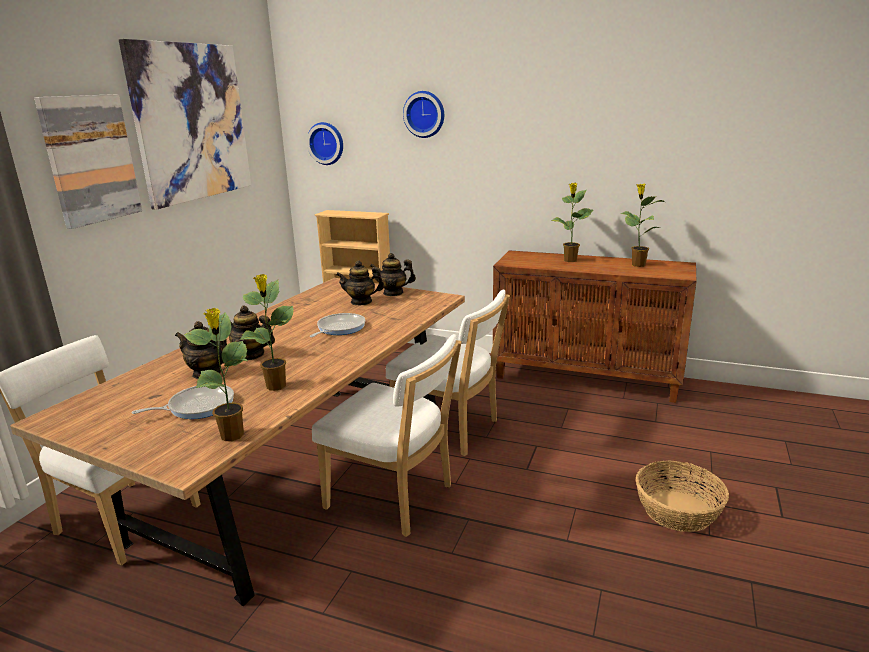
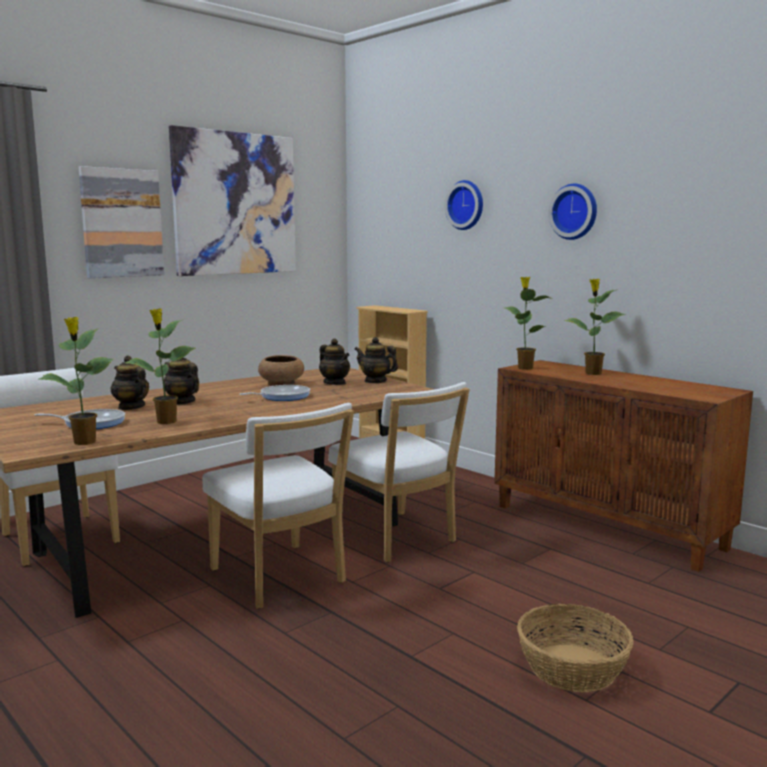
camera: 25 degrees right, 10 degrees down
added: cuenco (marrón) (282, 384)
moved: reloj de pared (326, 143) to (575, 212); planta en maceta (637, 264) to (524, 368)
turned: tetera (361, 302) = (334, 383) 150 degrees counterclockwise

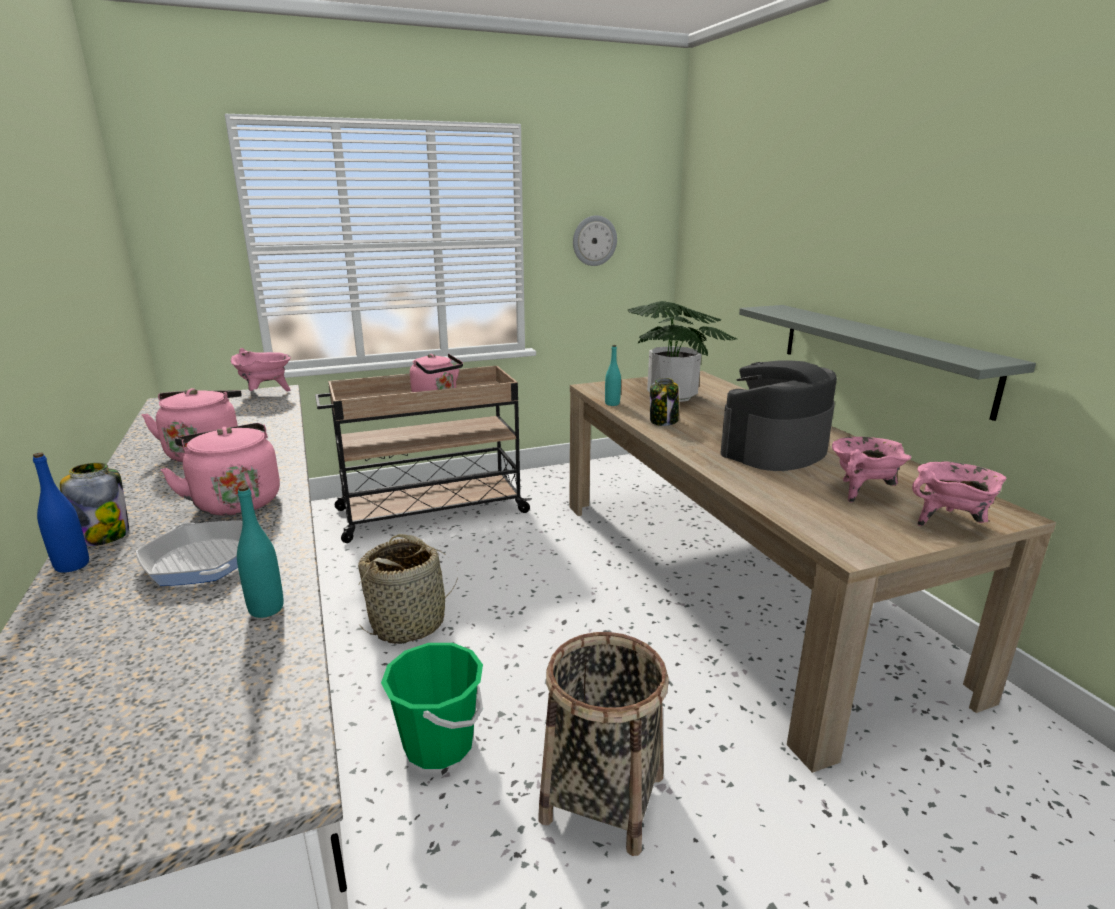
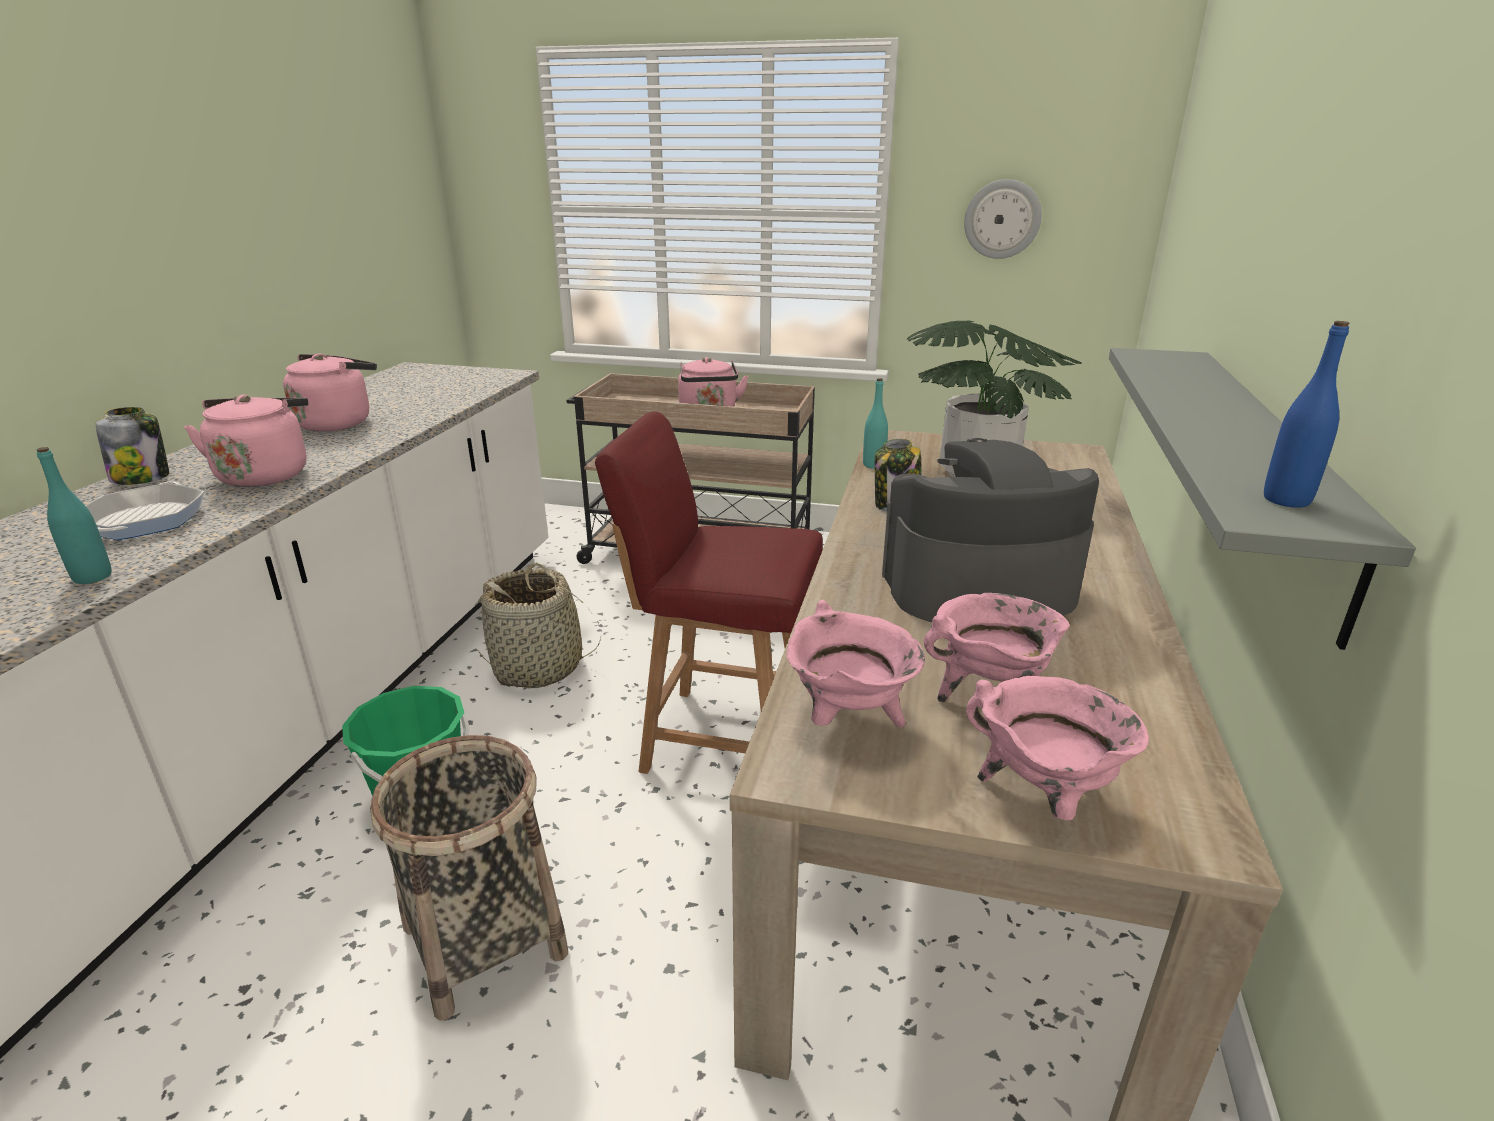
camera: 35 degrees right, 5 degrees up
added: silla (rojo) (721, 738)
moved: olla (rosa) (266, 394) to (849, 720); botella (azul) (72, 565) to (1286, 500)

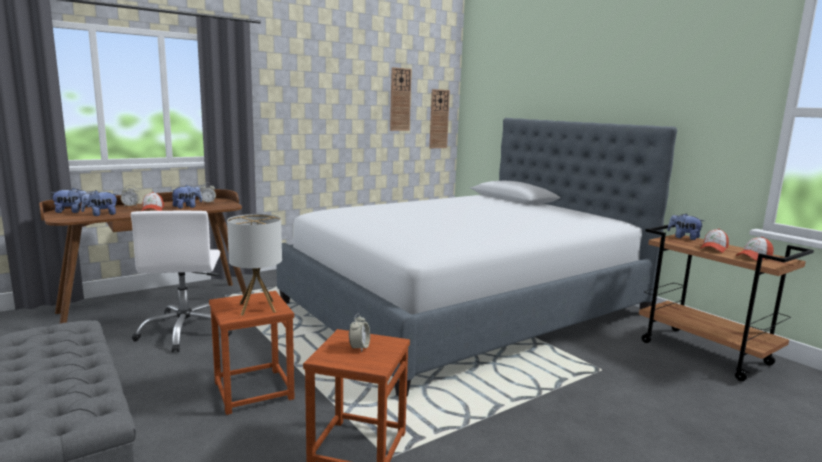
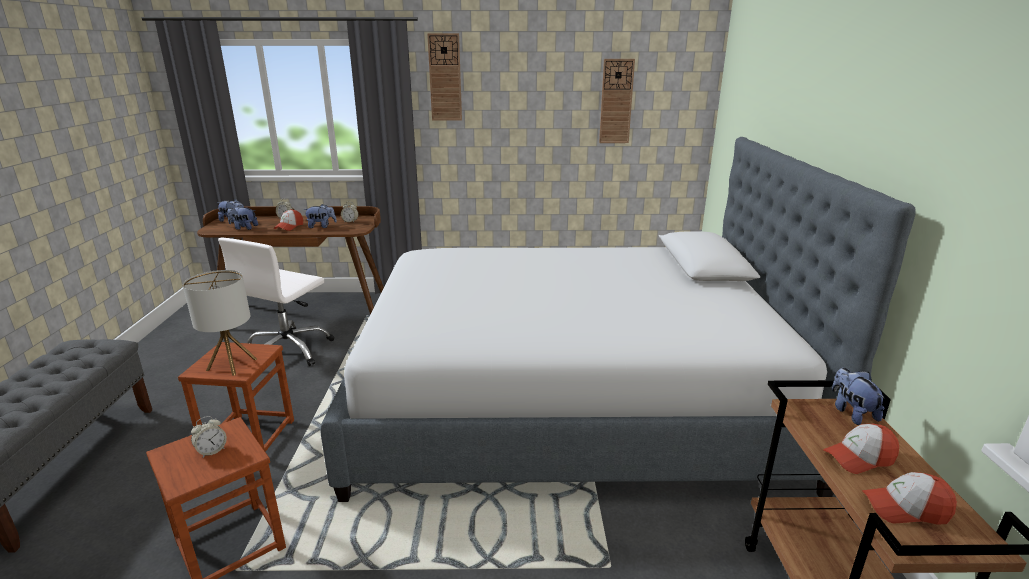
camera: 35 degrees right, 10 degrees up
moved: reloj de pared (439, 119) to (445, 78)

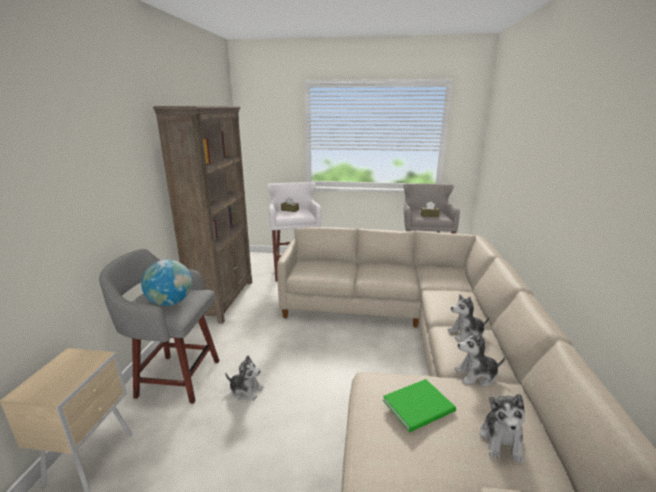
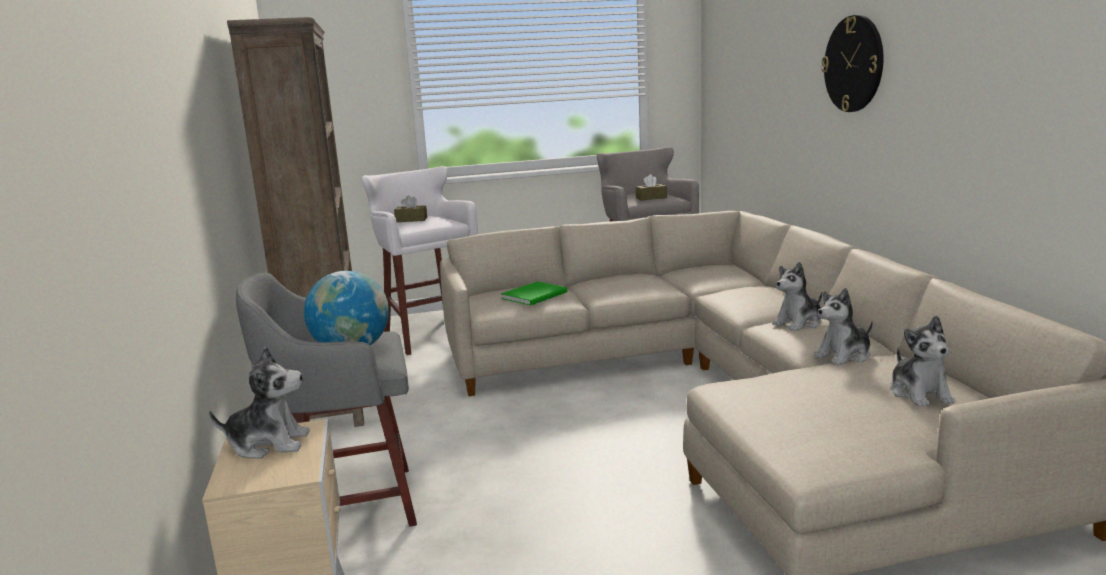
camera: 20 degrees left, 5 degrees down
added: reloj de pared (854, 64)
moved: peluche (246, 390) to (268, 444); libro (verde) (420, 406) to (536, 295)

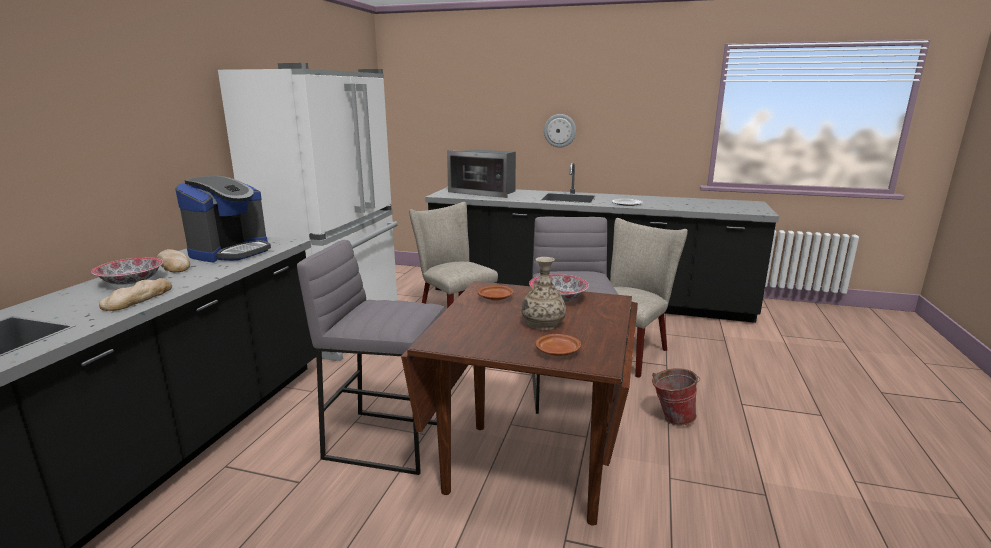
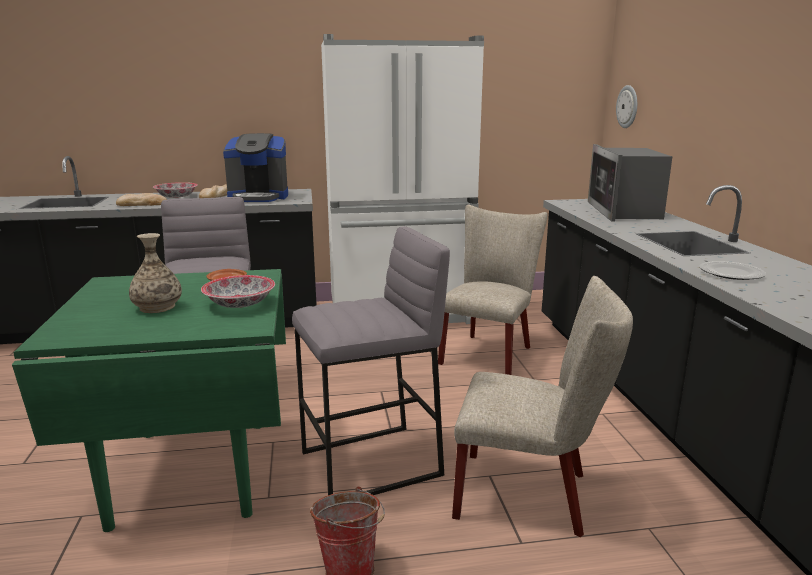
camera: 65 degrees right, 0 degrees up
removed: plato (marrón) (558, 352)
moved: reloj de pared (560, 130) to (627, 106)
recoloured: mesa de comedor (marrón) (528, 470) to mesa de comedor (verde) (191, 471)

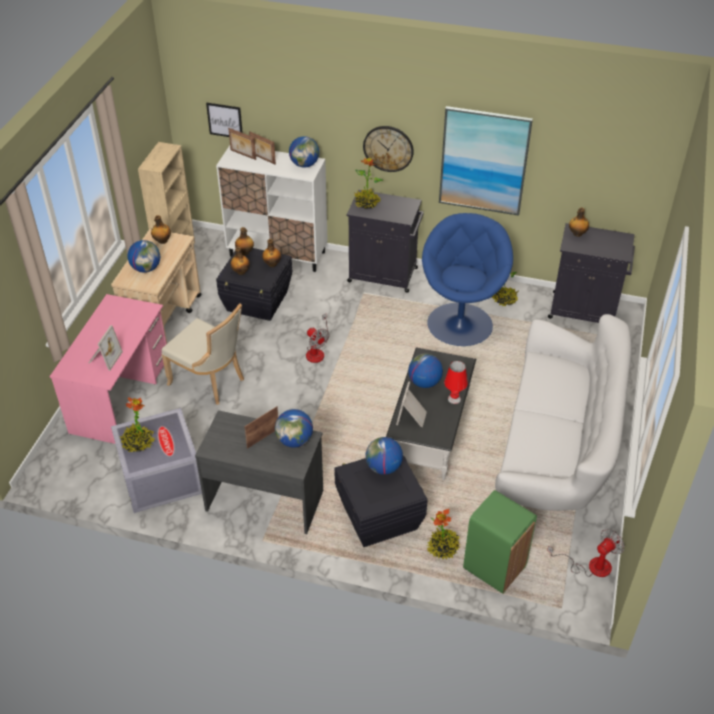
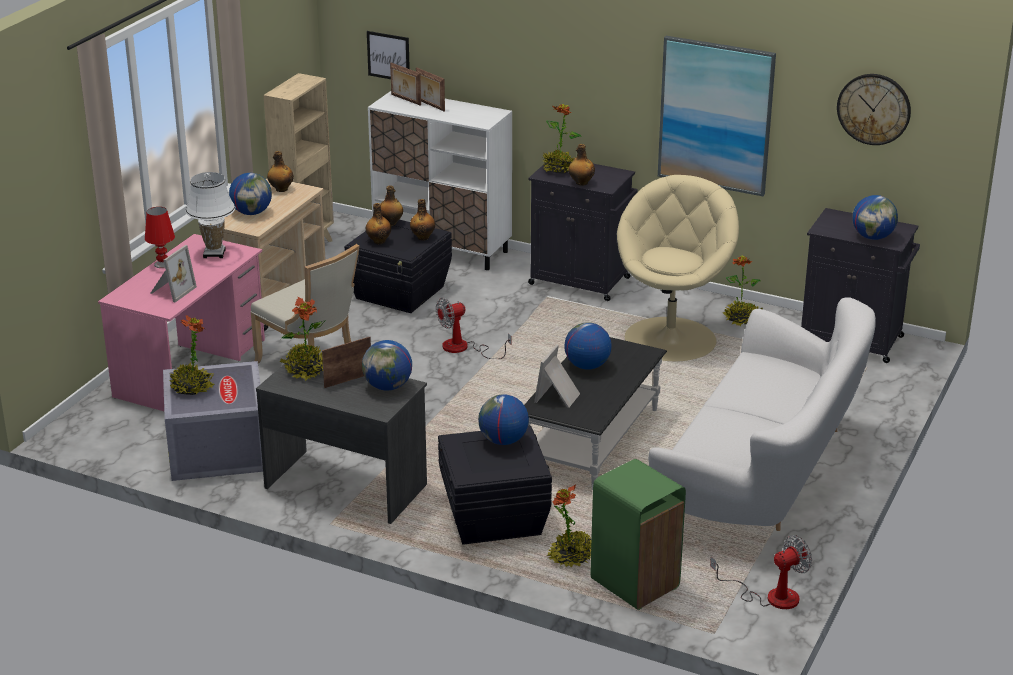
camera: 10 degrees right, 15 degrees down
added: lámpara de mesa (blanco) (214, 253); planta en maceta (305, 370)
moved: reloj de pared (388, 148) to (874, 109); globo terráqueo (304, 164) to (873, 237); botella (577, 234) to (581, 183); lámpara de mesa (rojo) (454, 399) to (163, 264)
recoloured: sillón (azul) (460, 323) to sillón (beis) (671, 338)
turned: ventilador (317, 351) = (464, 348) 90 degrees clockwise

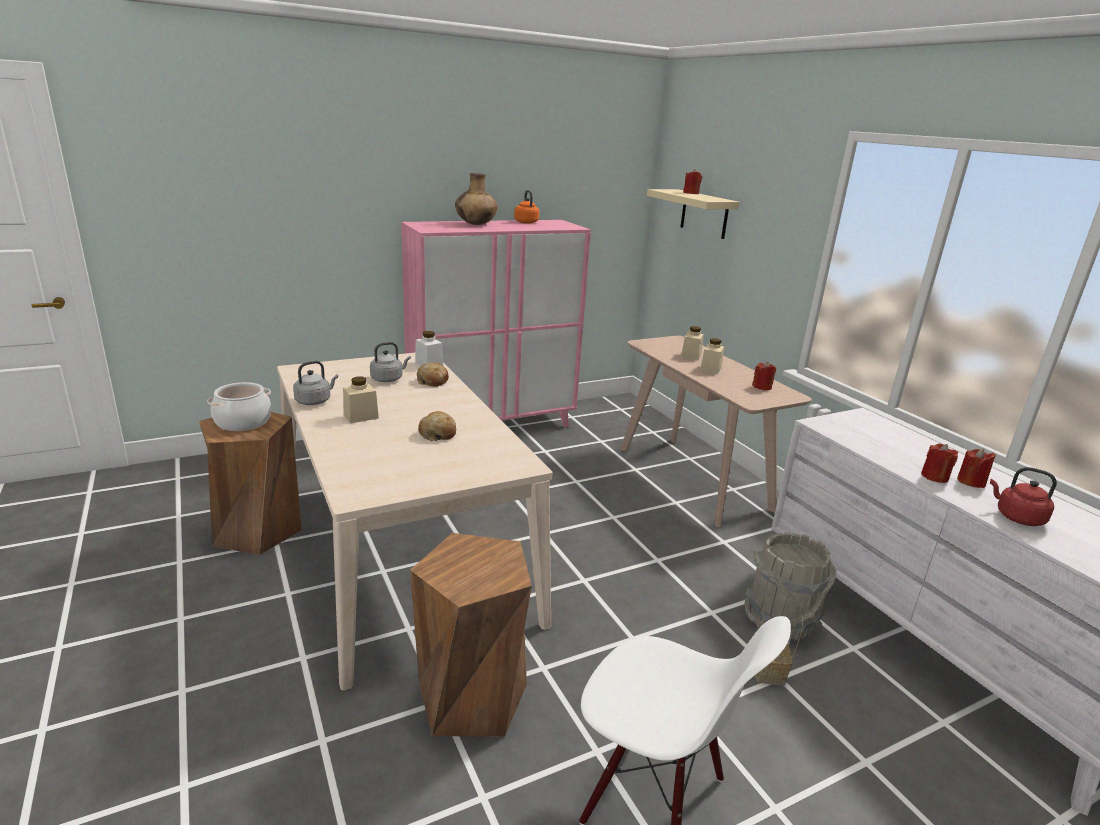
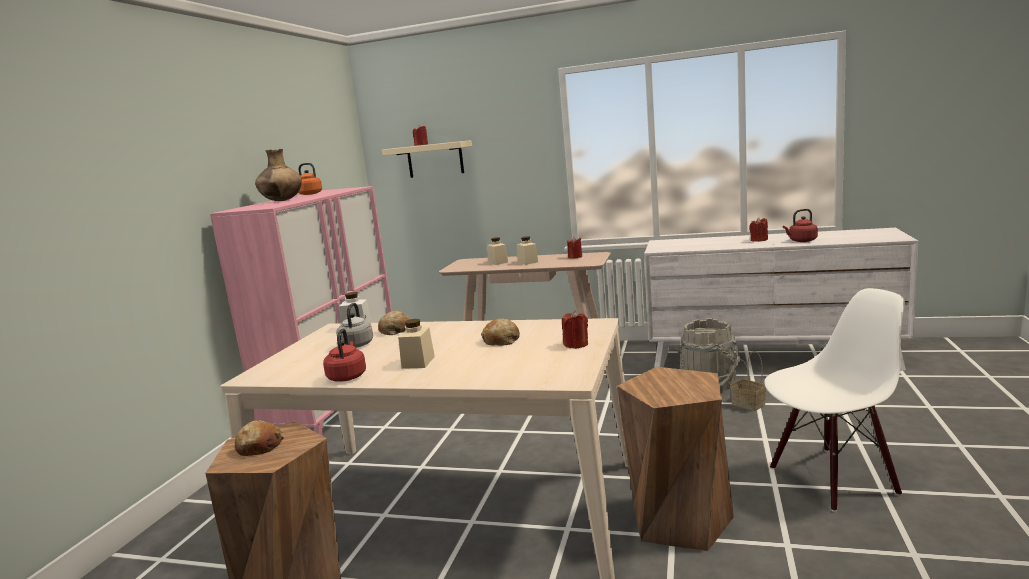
camera: 45 degrees left, 10 degrees down
moved: vela (rojo) (934, 477) to (576, 344)
replaced: olla (243, 422) to pan (260, 446)
recoloured: hervidor (gris) (315, 401) to hervidor (rojo) (347, 376)

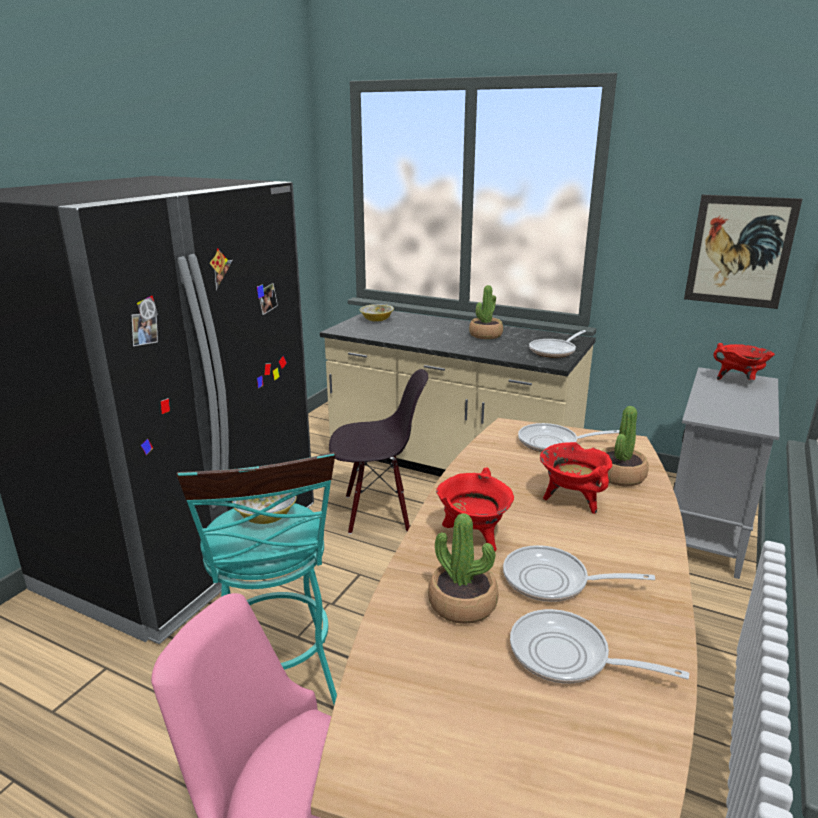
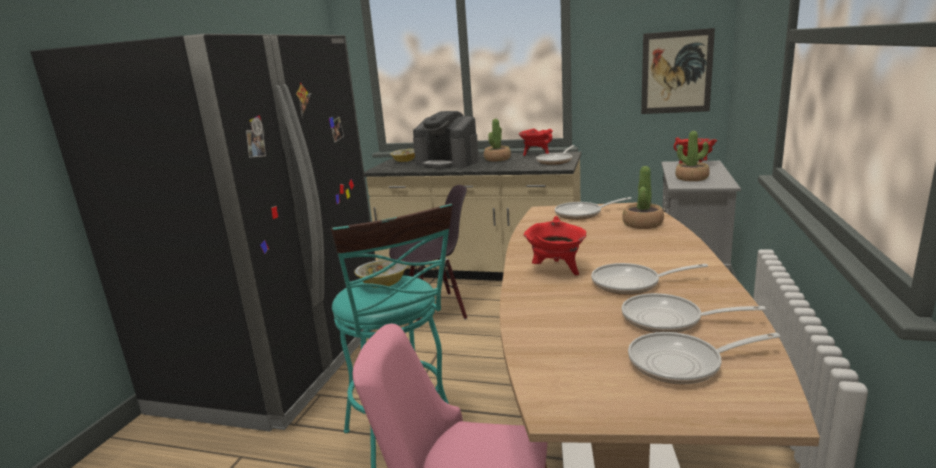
camera: 10 degrees left, 5 degrees down
added: cafetera (448, 163); sartén (682, 364)
moved: olla (rojo) (572, 500) to (536, 154); planta en maceta (462, 603) to (691, 178)

